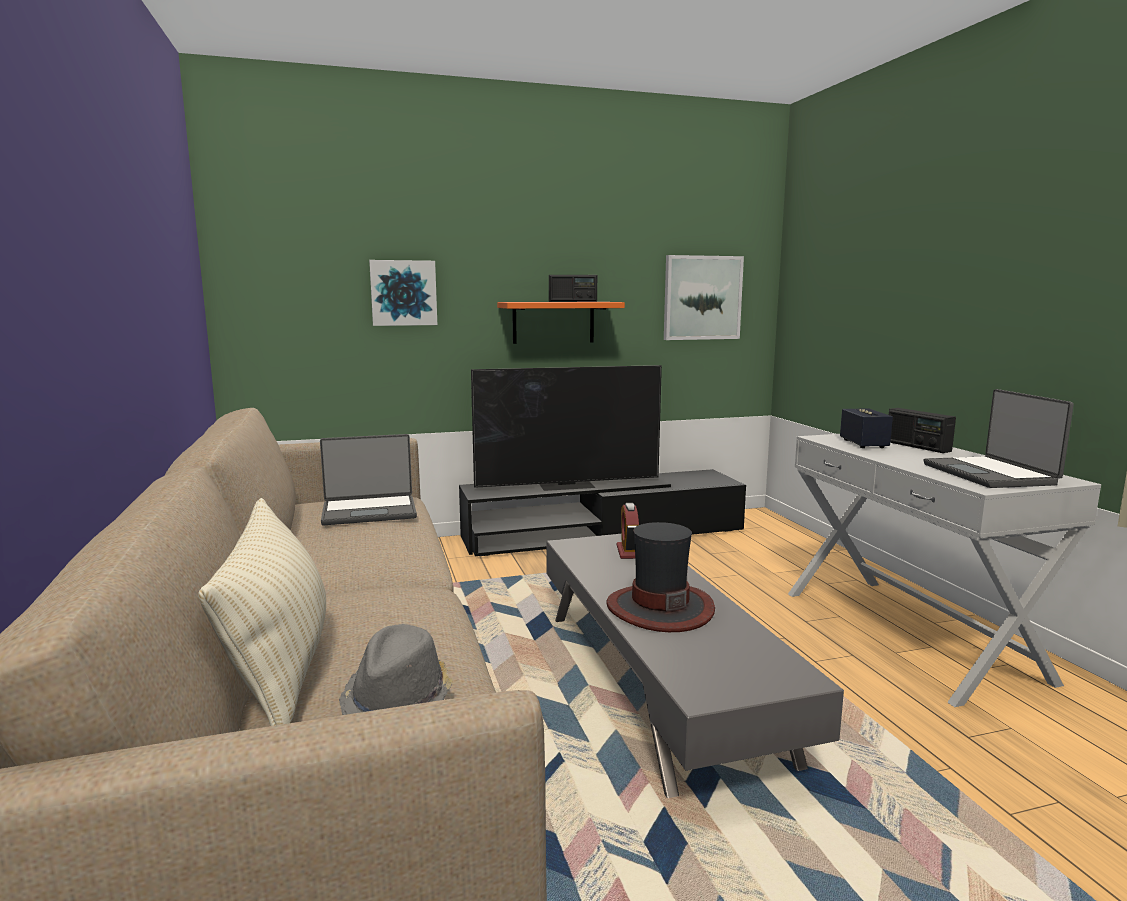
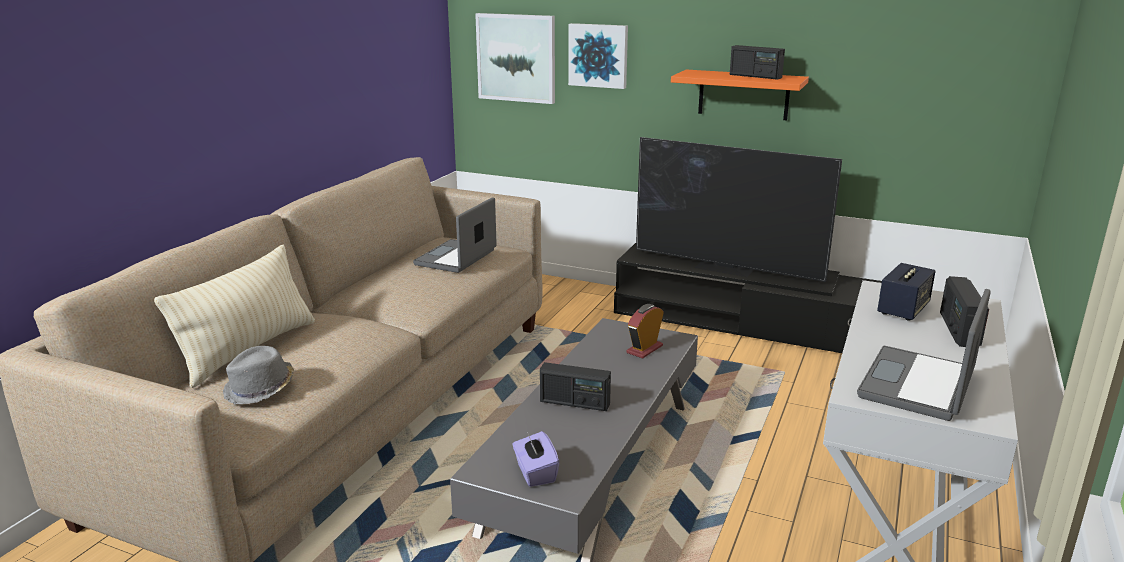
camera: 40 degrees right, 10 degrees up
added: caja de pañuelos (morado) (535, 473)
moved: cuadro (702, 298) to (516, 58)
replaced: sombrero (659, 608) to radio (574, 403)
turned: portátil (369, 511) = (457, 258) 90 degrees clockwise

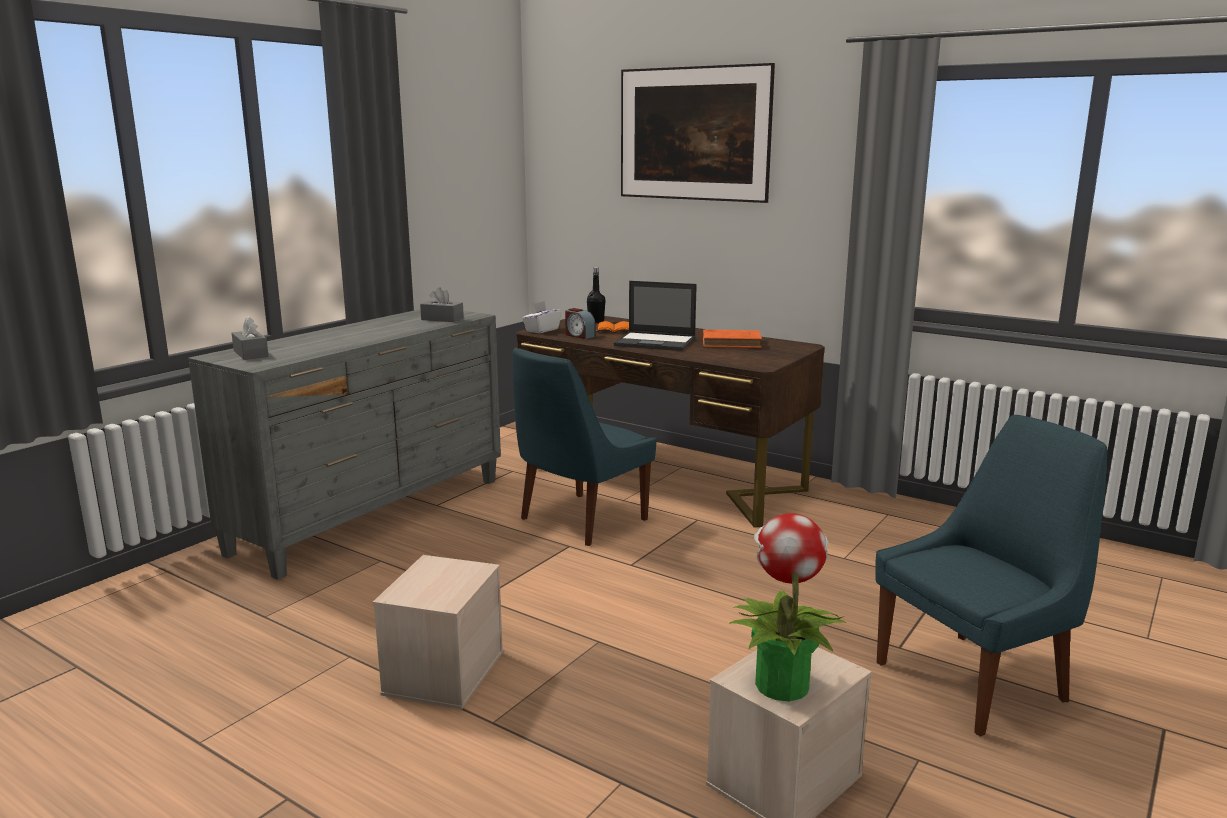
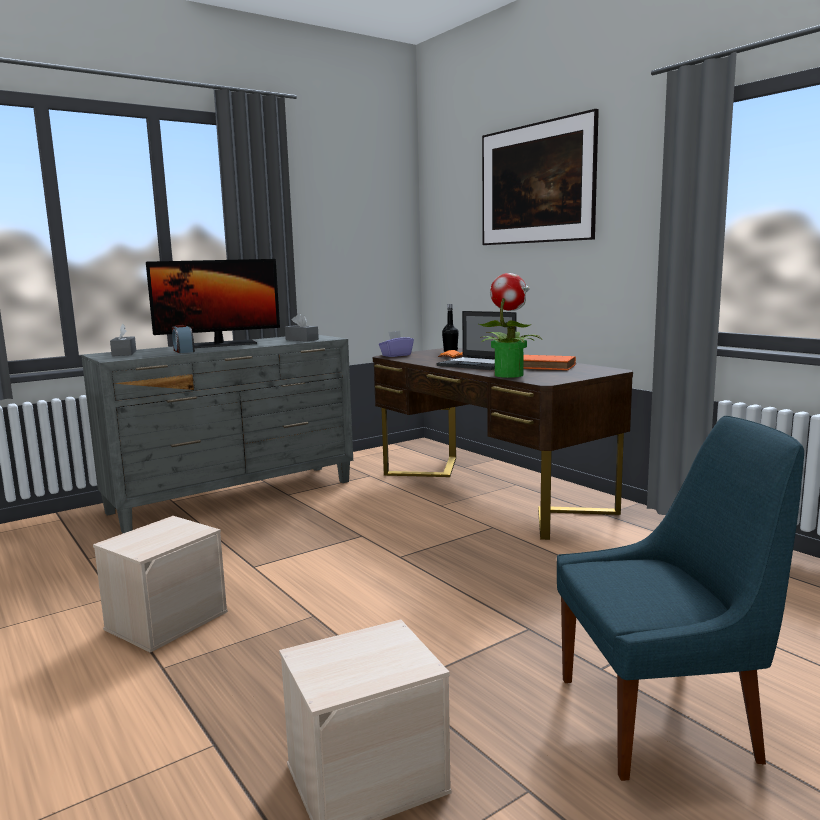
camera: 20 degrees right, 5 degrees down
removed: silla (azul) (580, 521)
added: monitor (219, 344)
moved: despertador (579, 335) to (183, 351); planta en maceta (781, 684) to (508, 375)
recoloured: caja de pañuelos (blanco) (542, 330) to caja de pañuelos (morado) (396, 355)

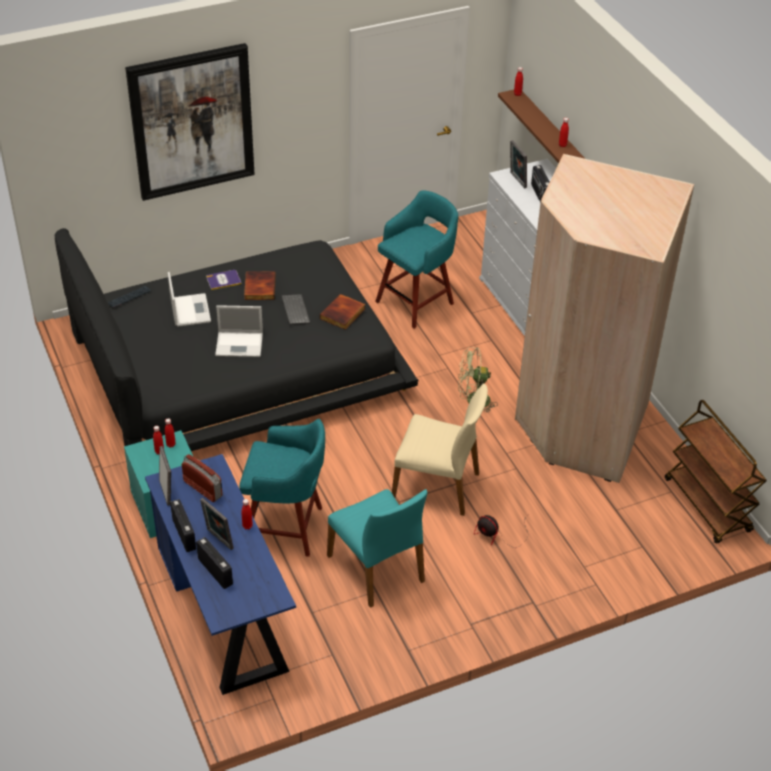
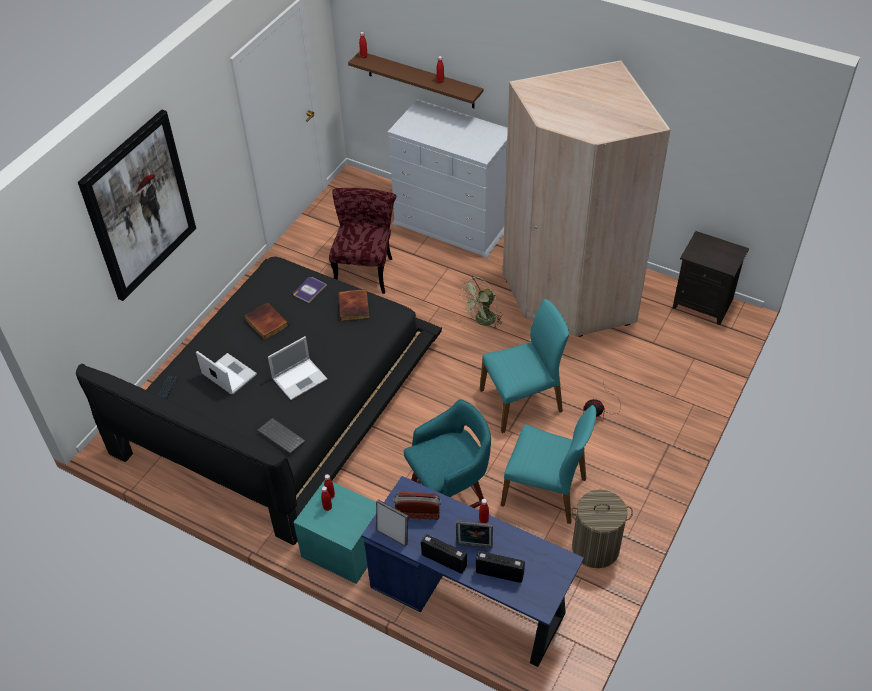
camera: 35 degrees left, 5 degrees up
removed: portarretratos (516, 180); radio (540, 195)
added: cesto de la ropa (595, 548)
moved: libro (223, 280) to (309, 290); teclado (294, 310) to (280, 437)
replaced: taburete (turquesa) (416, 301) to silla (rojo) (365, 268); carrito (marrón) (708, 506) to mesita de noche (negro) (703, 303)
recoloured: silla (beis) (437, 485) to silla (turquesa) (522, 401)

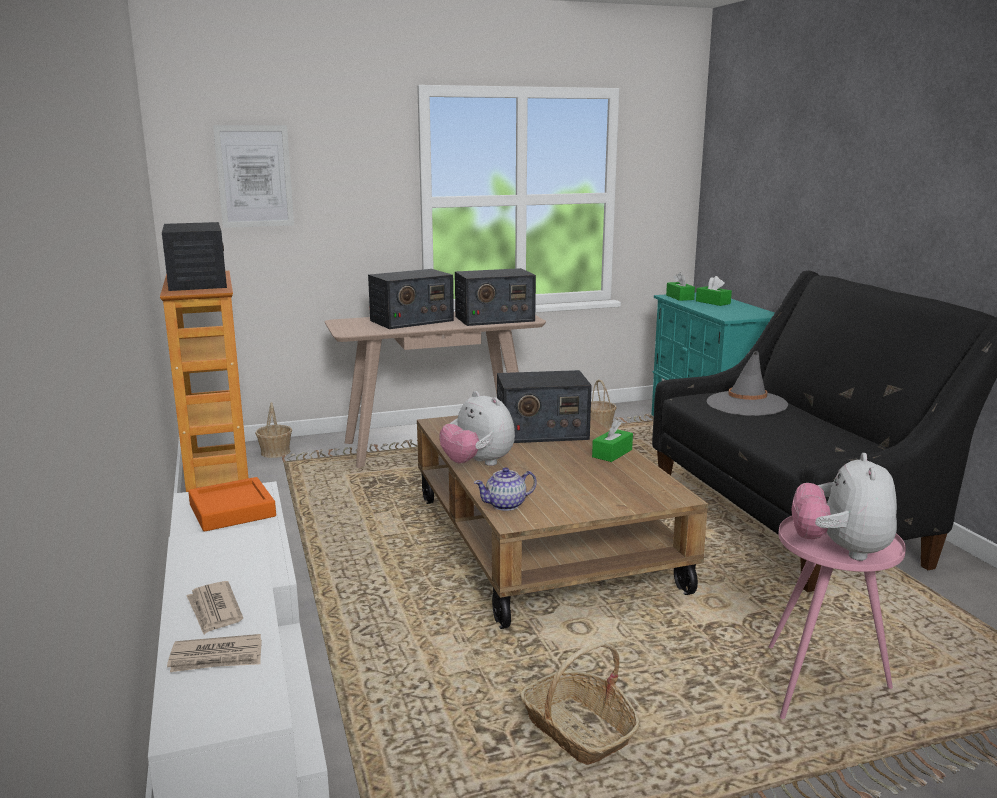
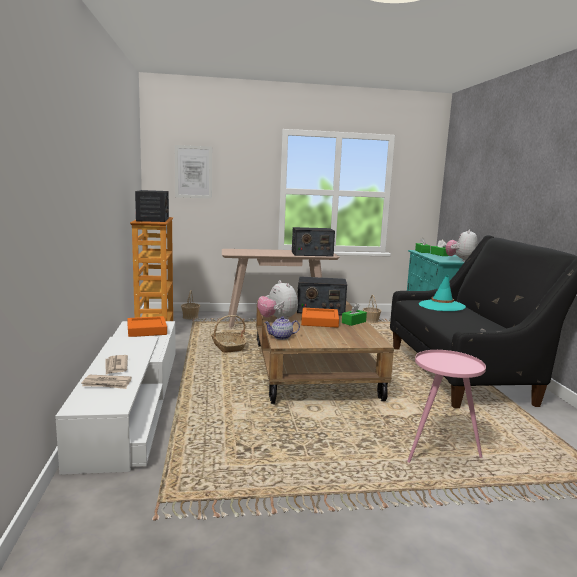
camera: 10 degrees right, 5 degrees down
removed: radio (411, 321)
added: bandeja (naranja) (319, 321)
moved: peluche (840, 550) to (460, 260); cesta (578, 730) to (228, 347)
recoloured: sombrero (gris) (746, 404) to sombrero (turquesa) (441, 306)

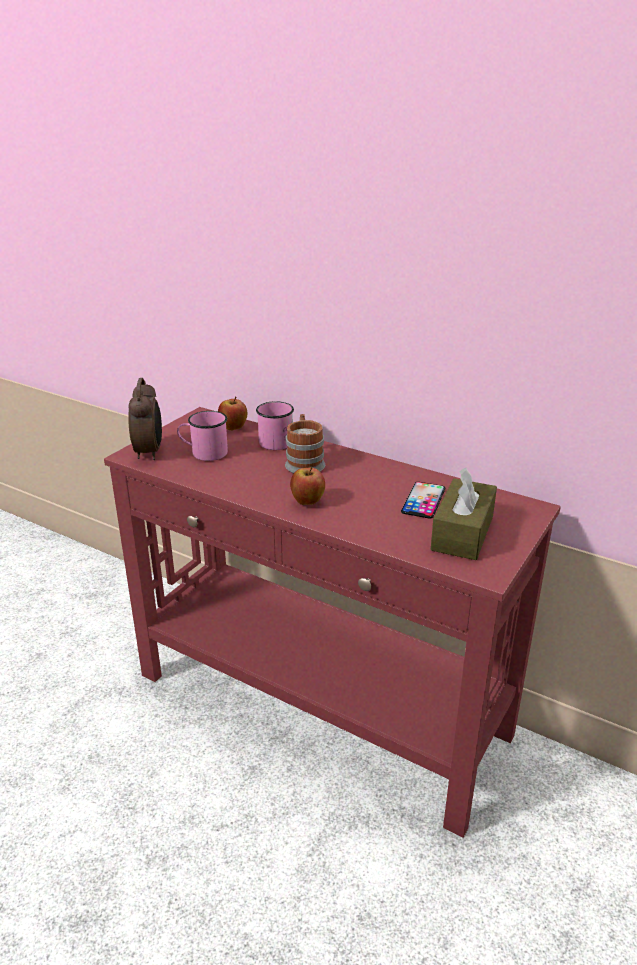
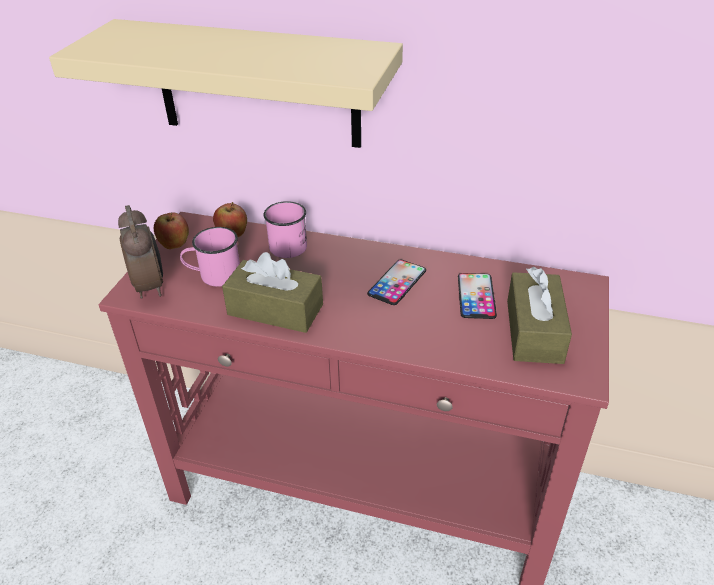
camera: 15 degrees left, 10 degrees up
removed: taza grande (304, 462)
added: estante (beis) (257, 84); caja de pañuelos (marrón) (275, 309); móvil (397, 282)
moved: manzana (307, 502) to (175, 246)

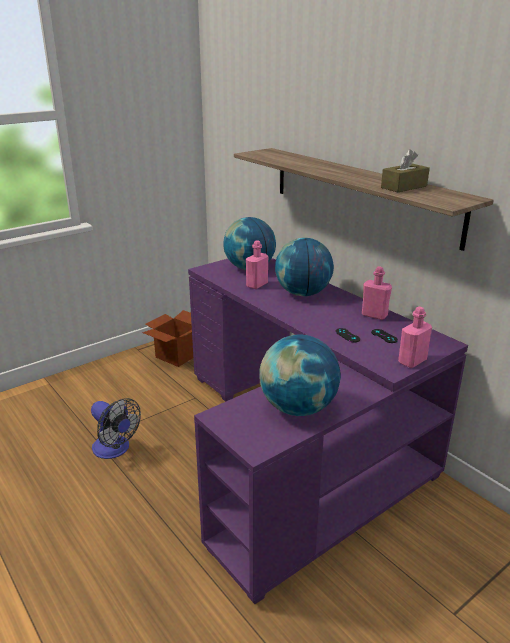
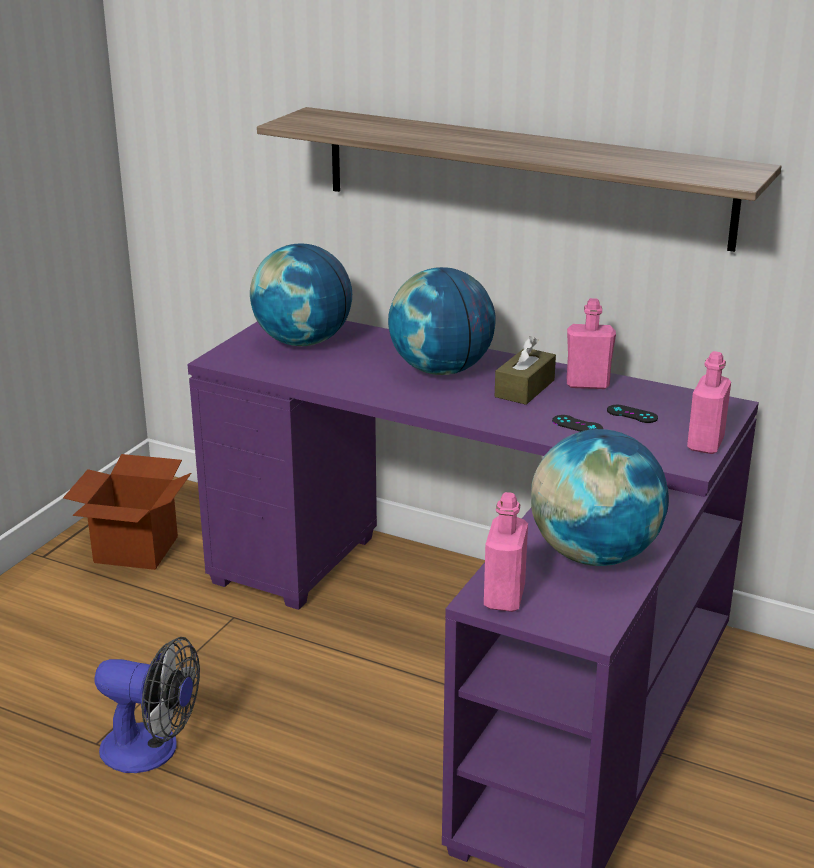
camera: 25 degrees left, 0 degrees up
moved: caja de pañuelos (marrón) (404, 187) to (524, 388); botella (rosa) (257, 285) to (504, 597)

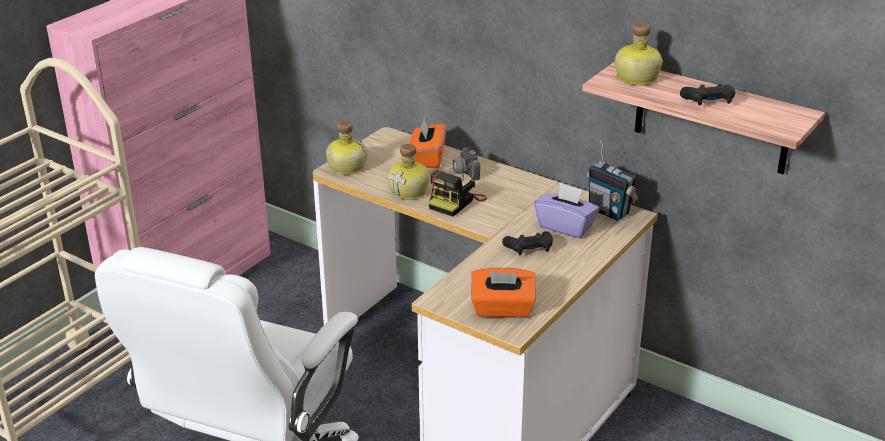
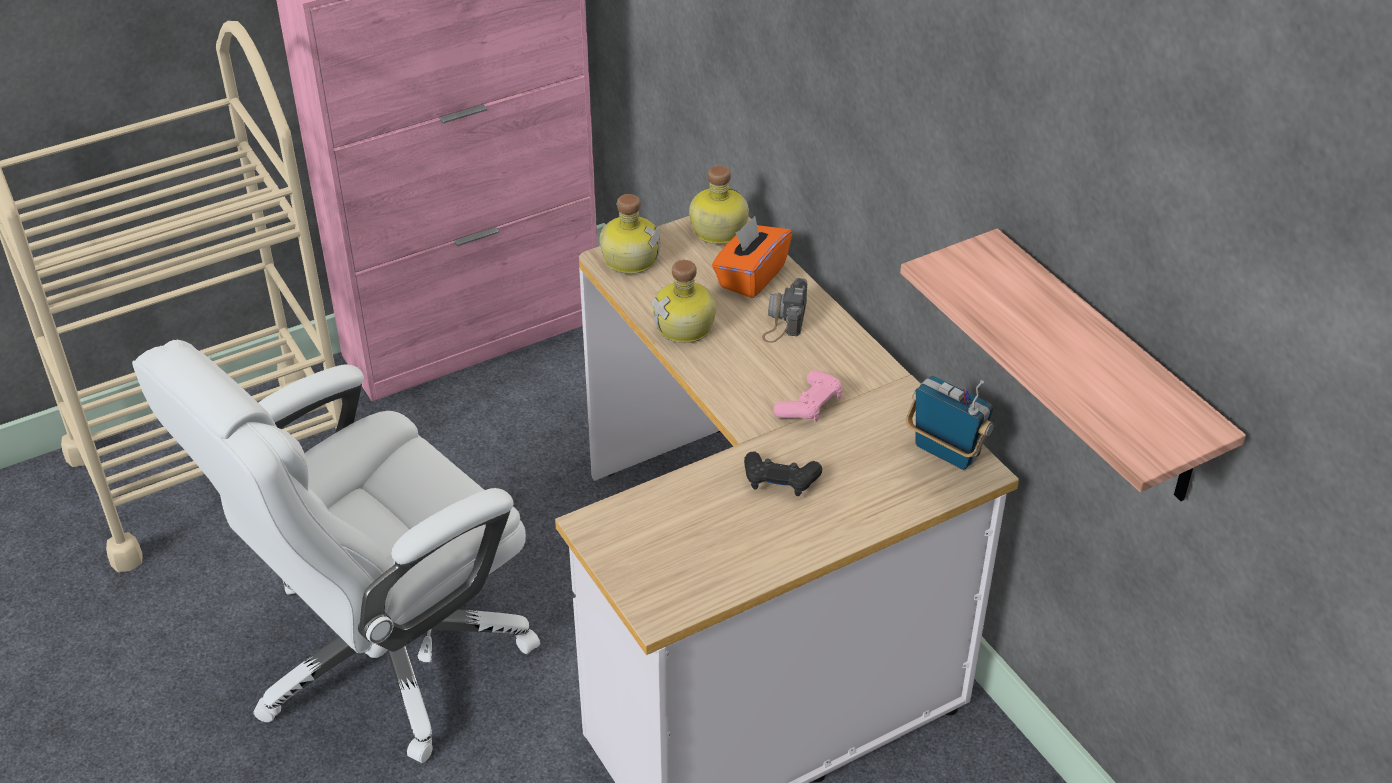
camera: 25 degrees right, 10 degrees up
removed: mando de consola (negro) (708, 101); cámara (456, 202); caja de pañuelos (morado) (565, 227); caja de pañuelos (naranja) (502, 309)
added: mando de consola (rosa) (809, 405)
moved: botella (635, 78) to (716, 230)
turned: radio (609, 211) = (946, 452) 150 degrees clockwise

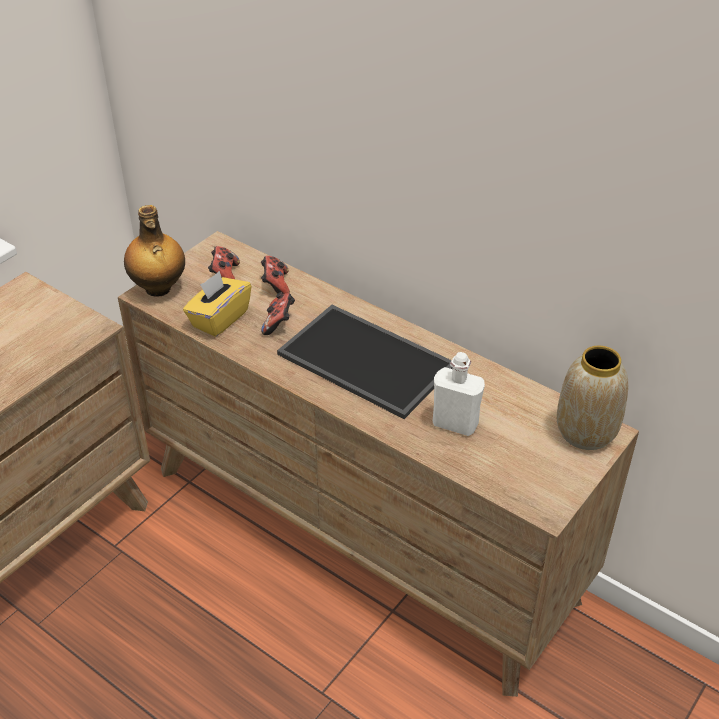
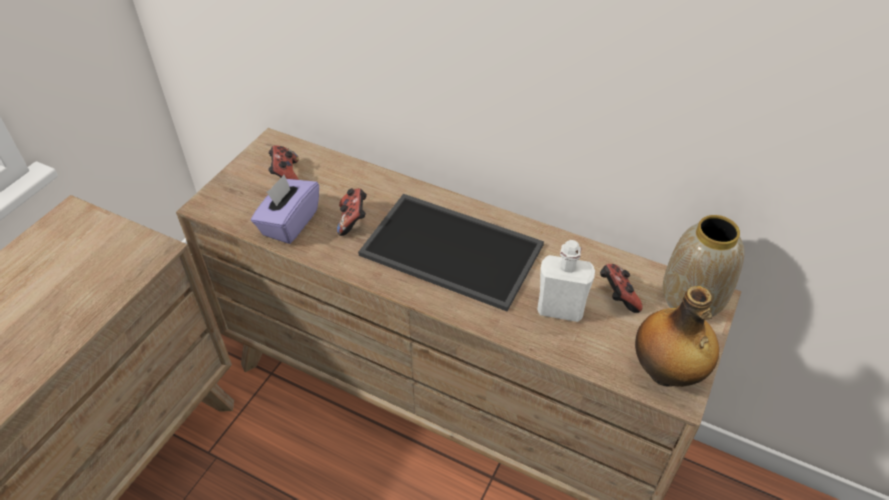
camera: 10 degrees left, 5 degrees up
moved: botella (158, 289) to (666, 373); mando de consola (275, 285) to (617, 297)
recoloured: caja de pañuelos (amarillo) (219, 319) to caja de pañuelos (morado) (289, 223)

